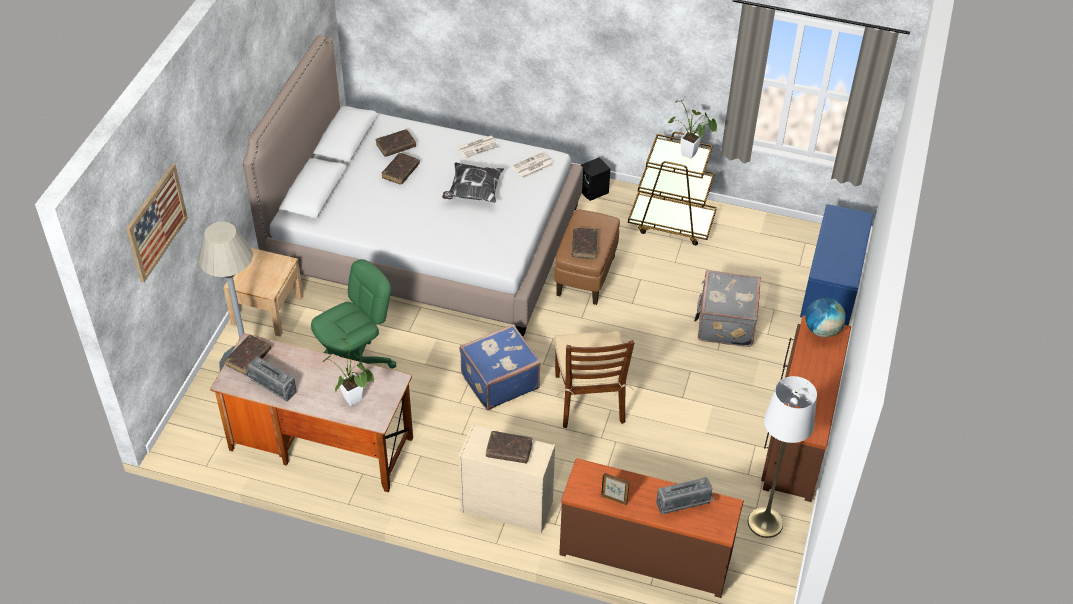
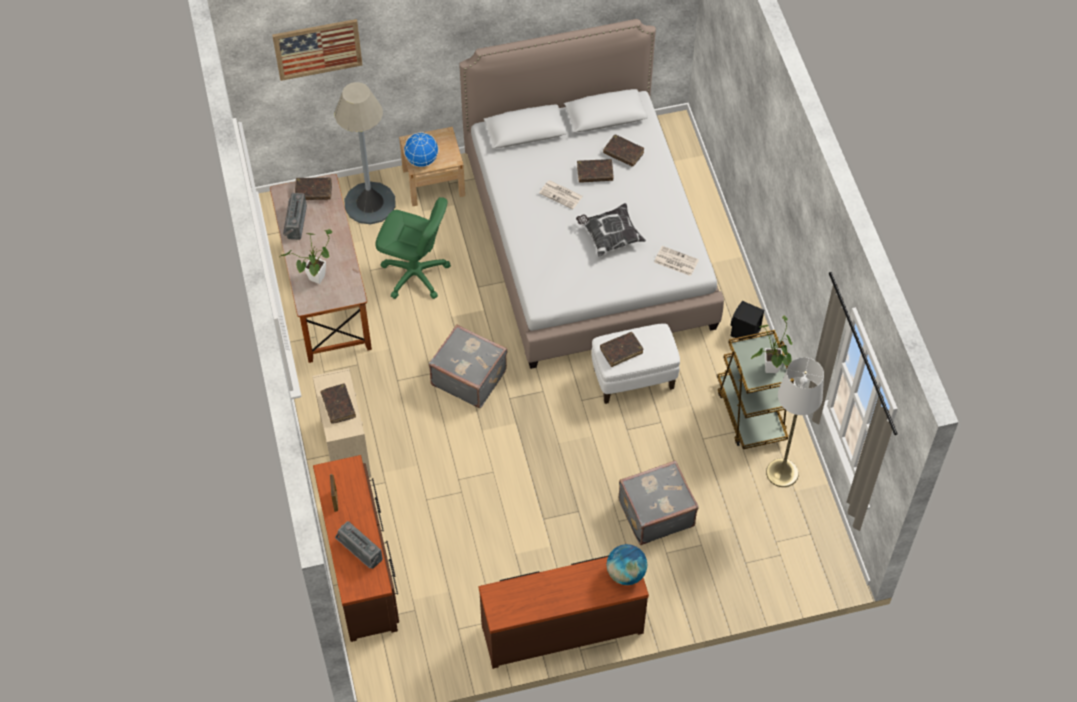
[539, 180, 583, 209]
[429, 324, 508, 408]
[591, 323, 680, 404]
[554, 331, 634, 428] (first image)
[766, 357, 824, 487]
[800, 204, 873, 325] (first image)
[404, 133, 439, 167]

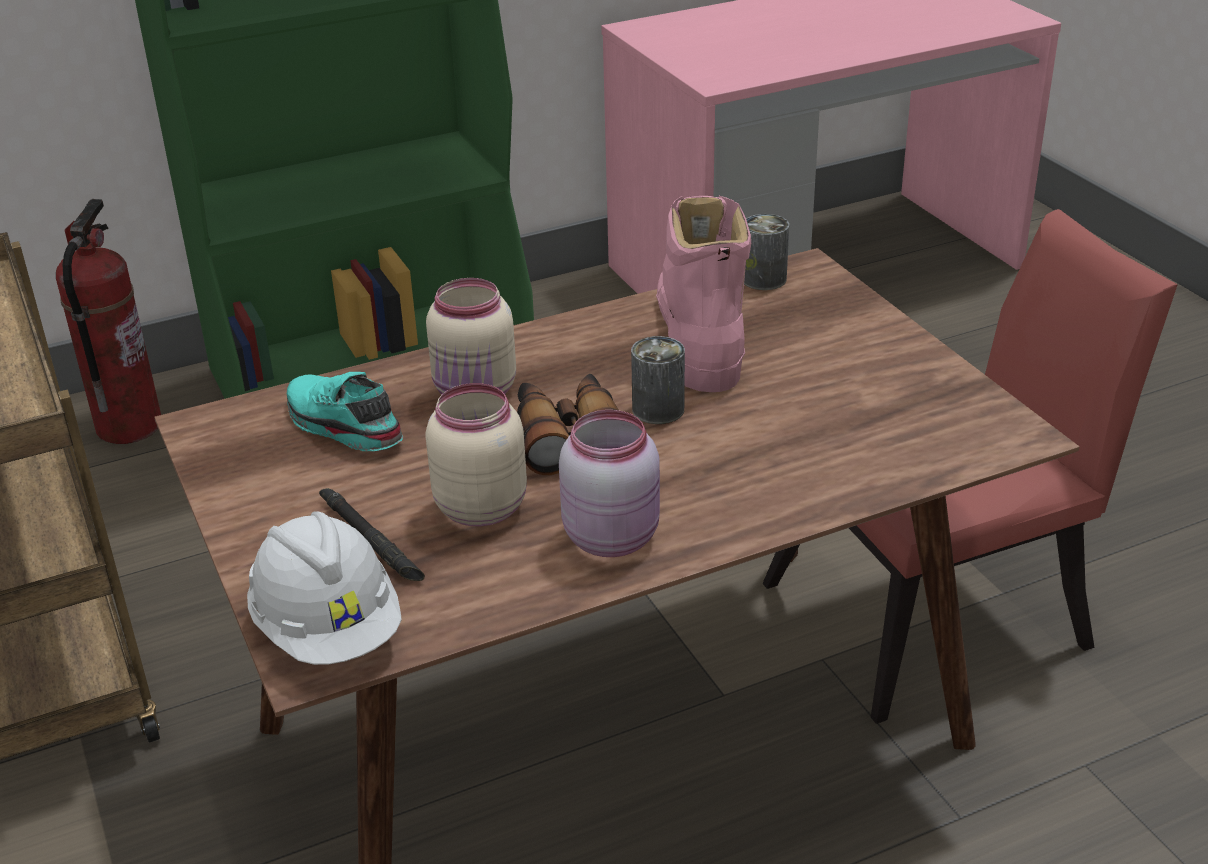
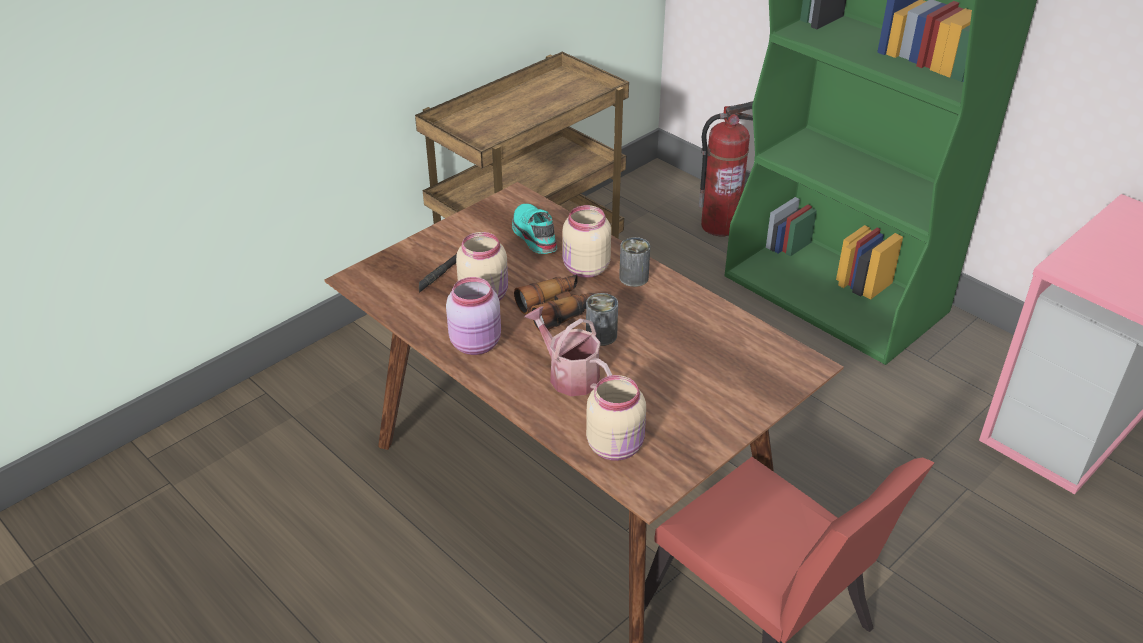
[247, 511, 402, 665] (first image)
[512, 204, 557, 254]
[656, 196, 751, 392] (first image)
[619, 237, 650, 287]
[524, 307, 612, 396]
[586, 375, 646, 461]

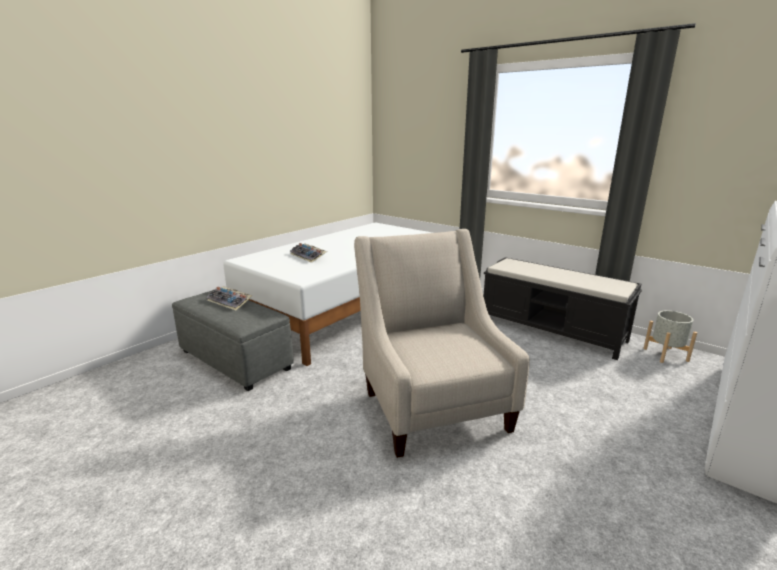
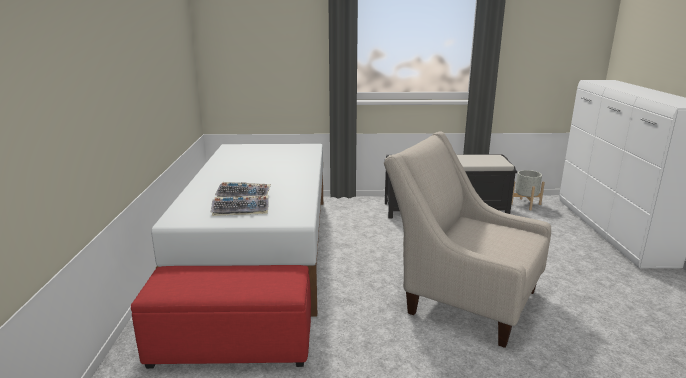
[131, 265, 311, 369]
[211, 195, 269, 216]

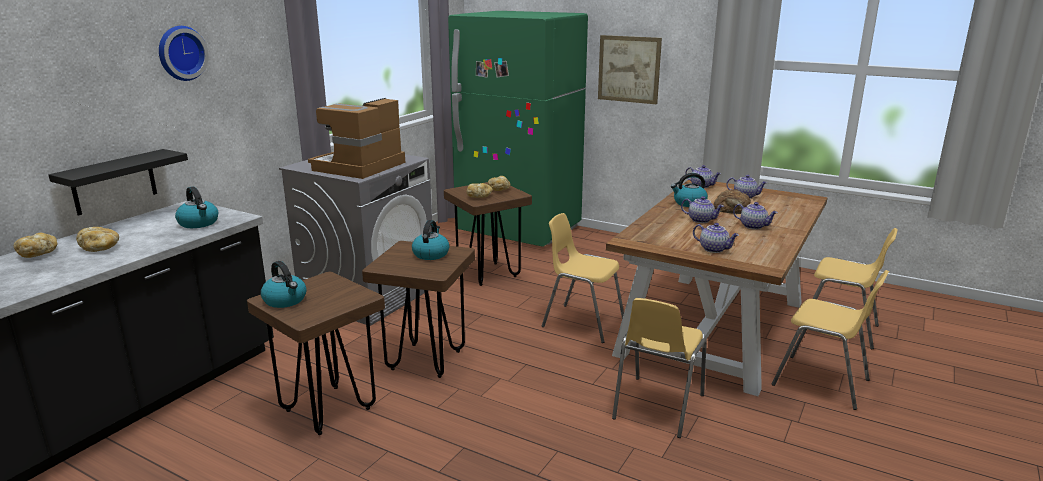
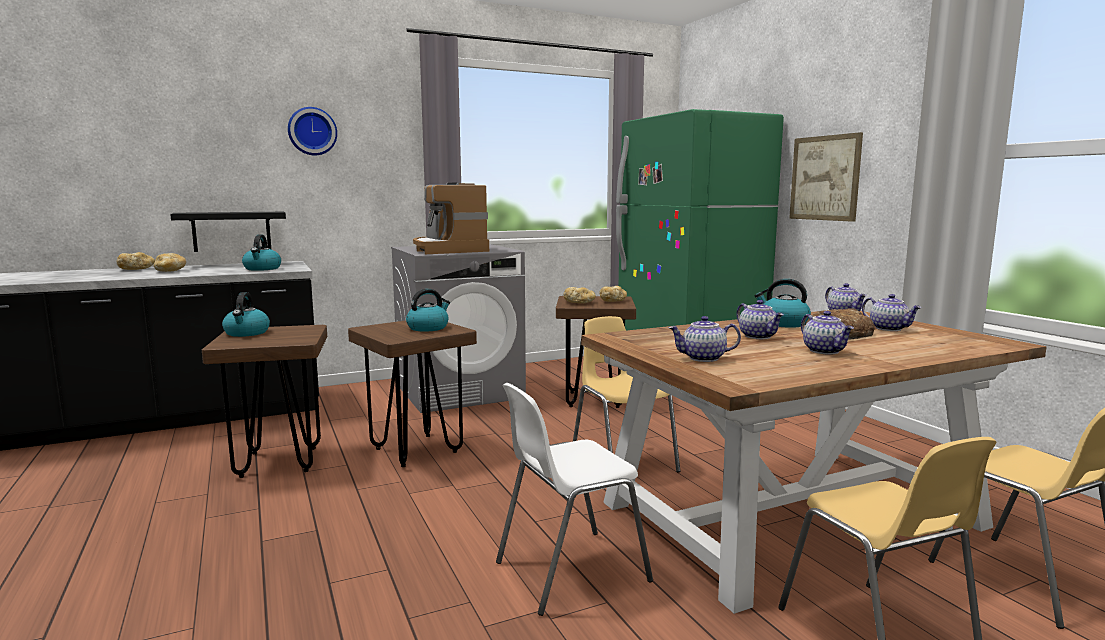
[413, 182, 489, 254]
[496, 383, 653, 616]
[669, 316, 741, 362]

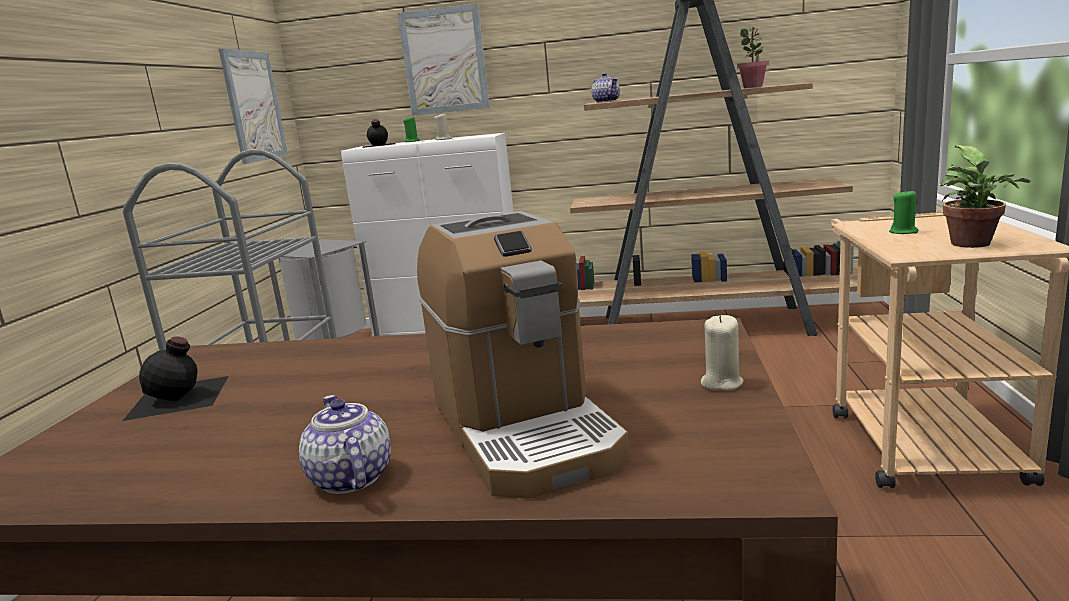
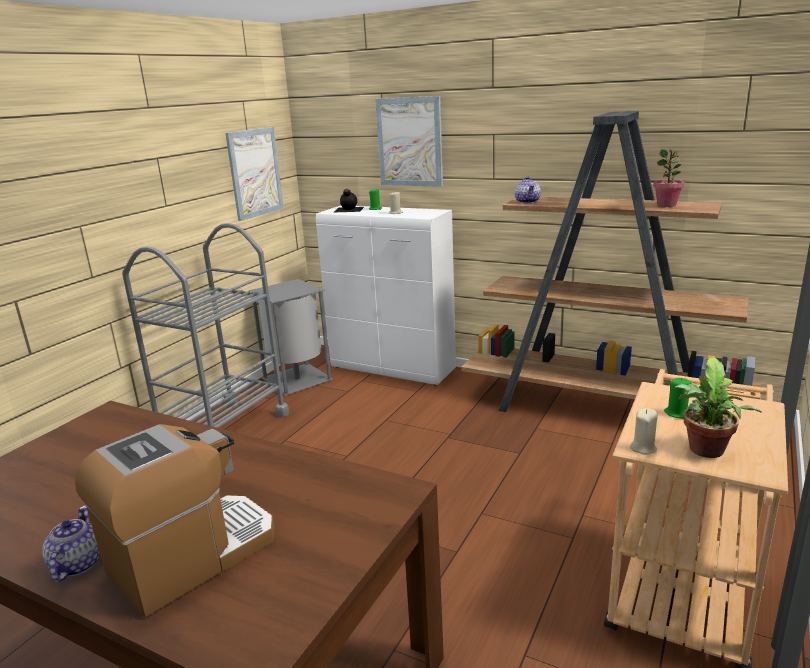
[123, 336, 229, 421] (first image)
[75, 424, 274, 618]
[630, 408, 658, 455]

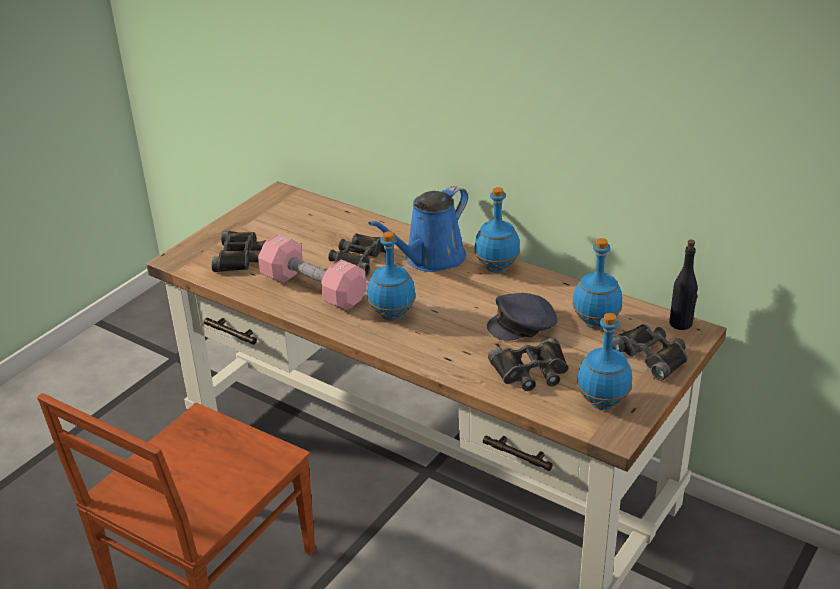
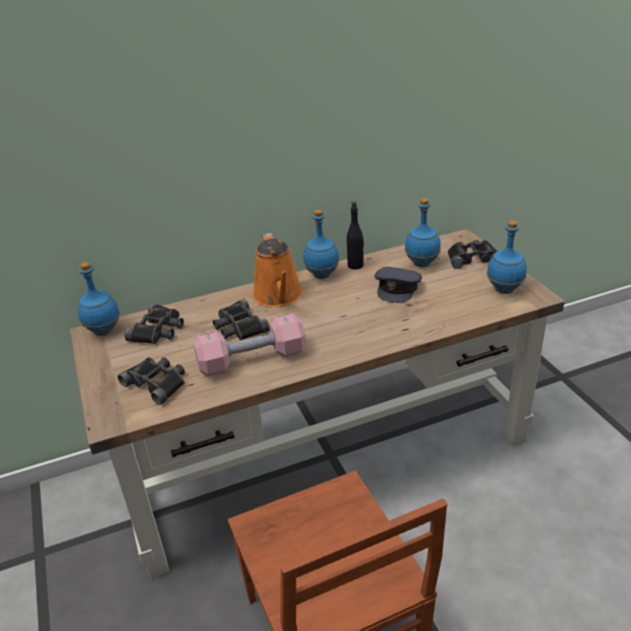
[78, 262, 120, 336]
[253, 233, 302, 307]
[125, 304, 184, 344]
[347, 201, 364, 270]

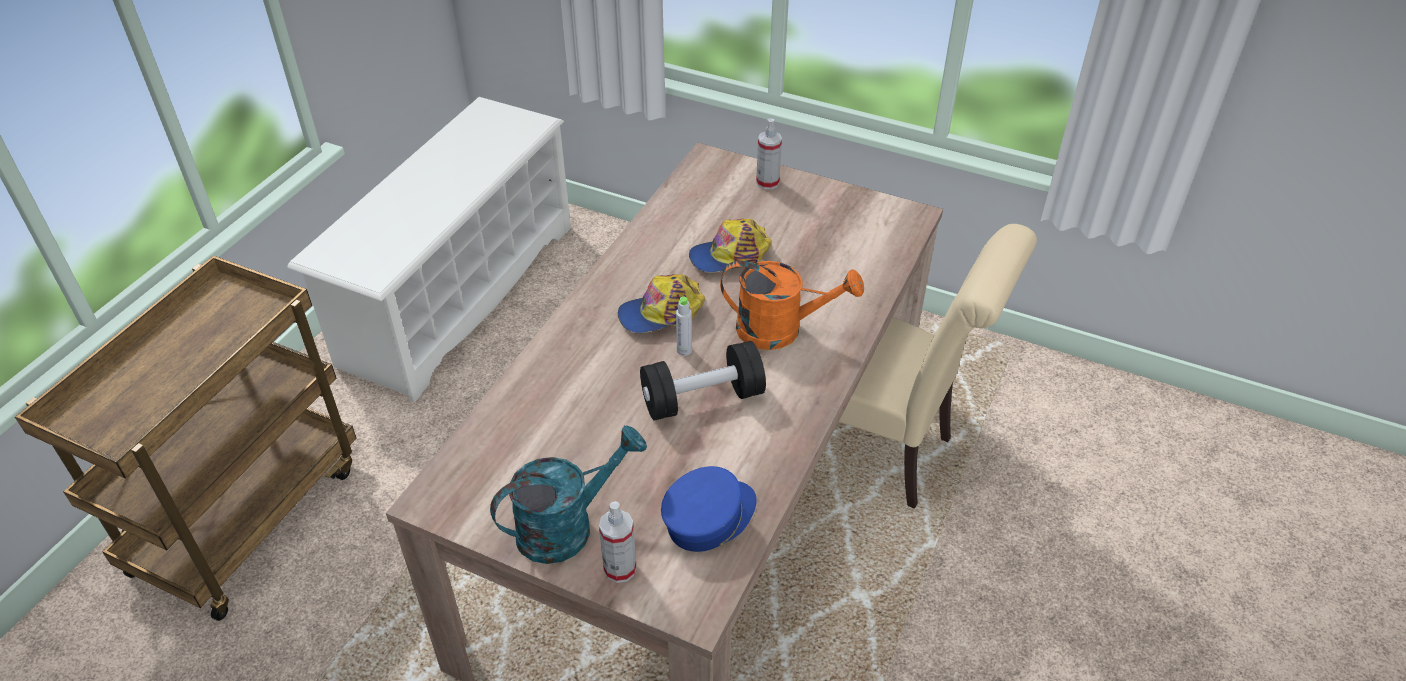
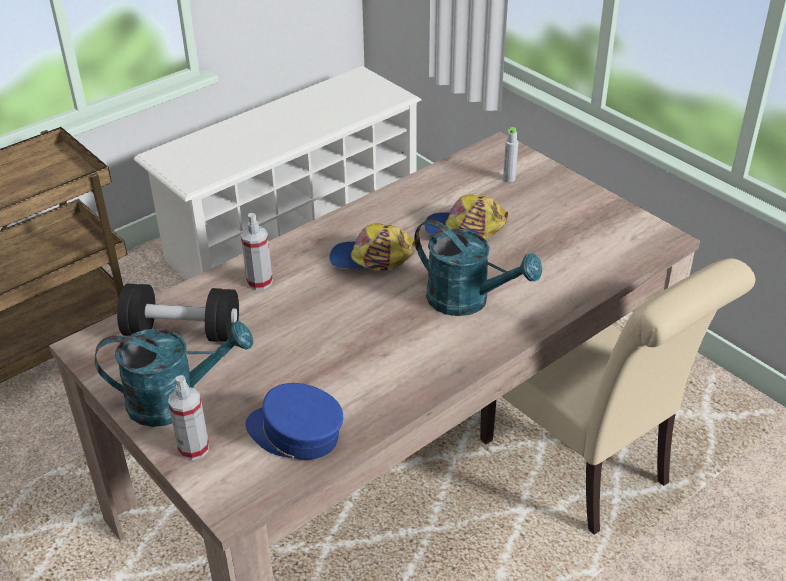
[117, 284, 239, 342]
[245, 383, 343, 460]
[503, 127, 518, 182]
[414, 219, 542, 316]
[241, 213, 273, 290]

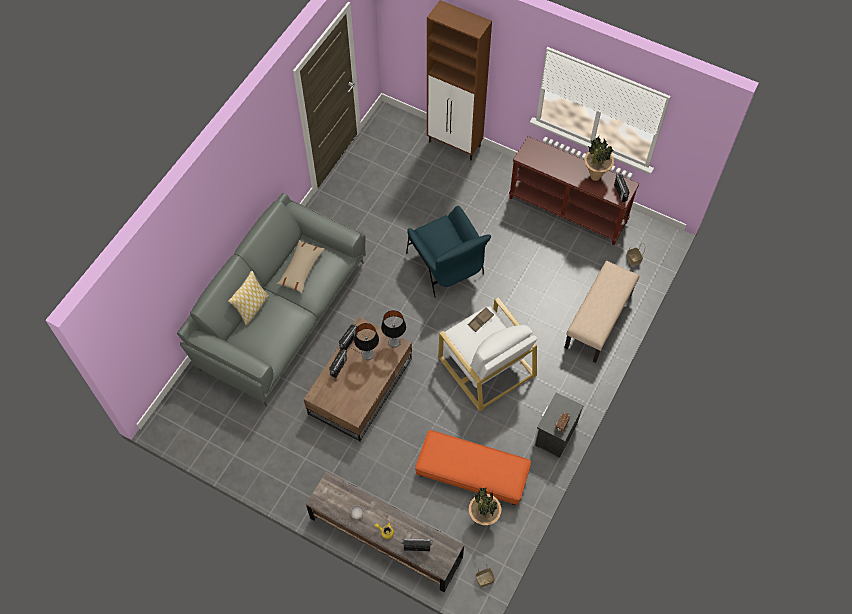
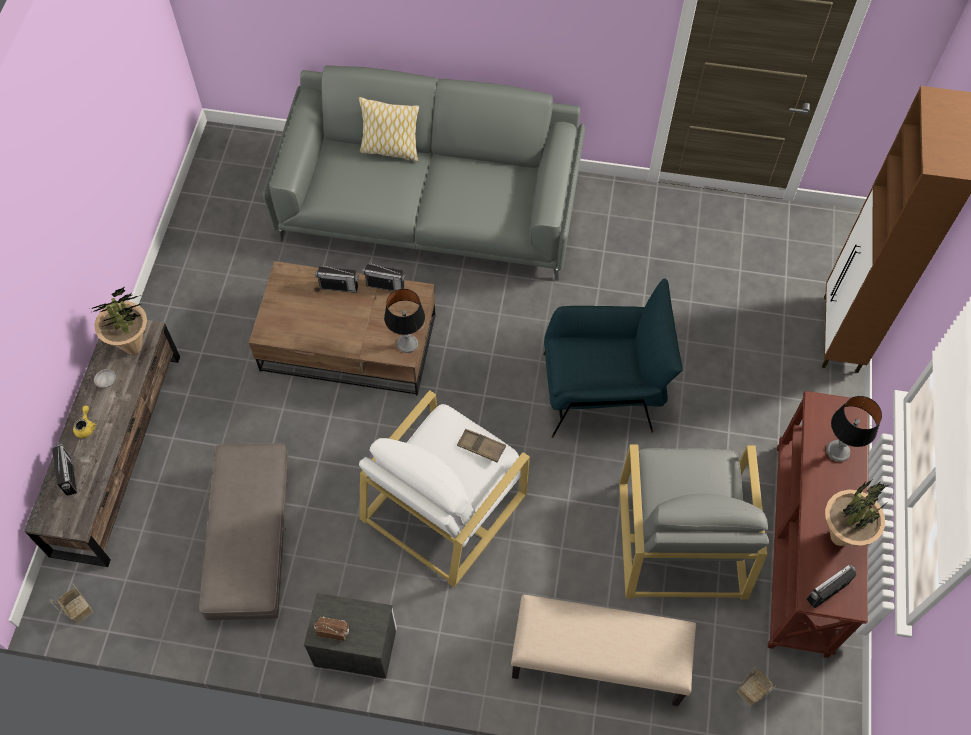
[277, 240, 325, 293] (first image)
[826, 396, 882, 462]
[543, 278, 683, 438]
[199, 443, 288, 620]
[92, 286, 147, 354]
[619, 445, 769, 600]

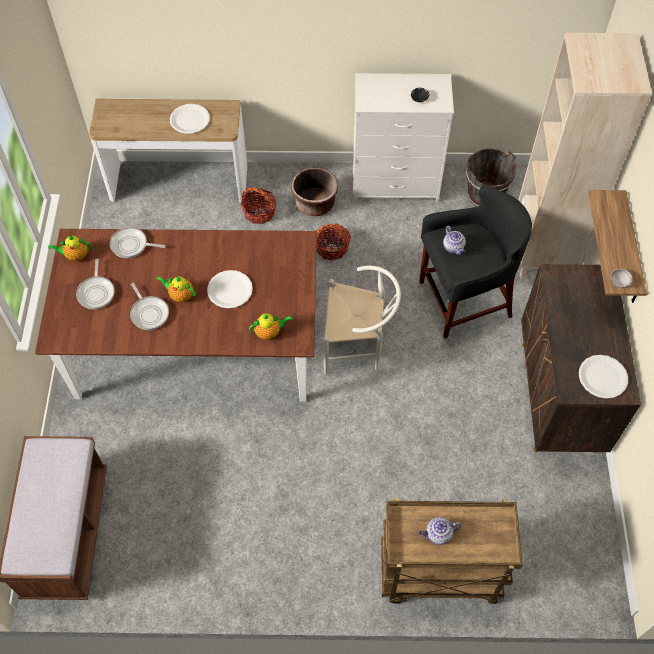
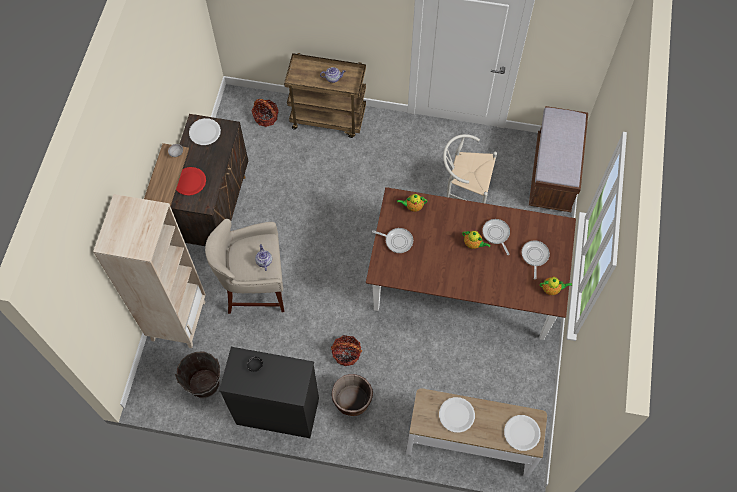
[372, 228, 413, 253]
[504, 415, 541, 451]
[252, 99, 279, 127]
[443, 134, 497, 203]
[219, 347, 319, 438]
[205, 219, 284, 314]
[176, 167, 206, 195]

